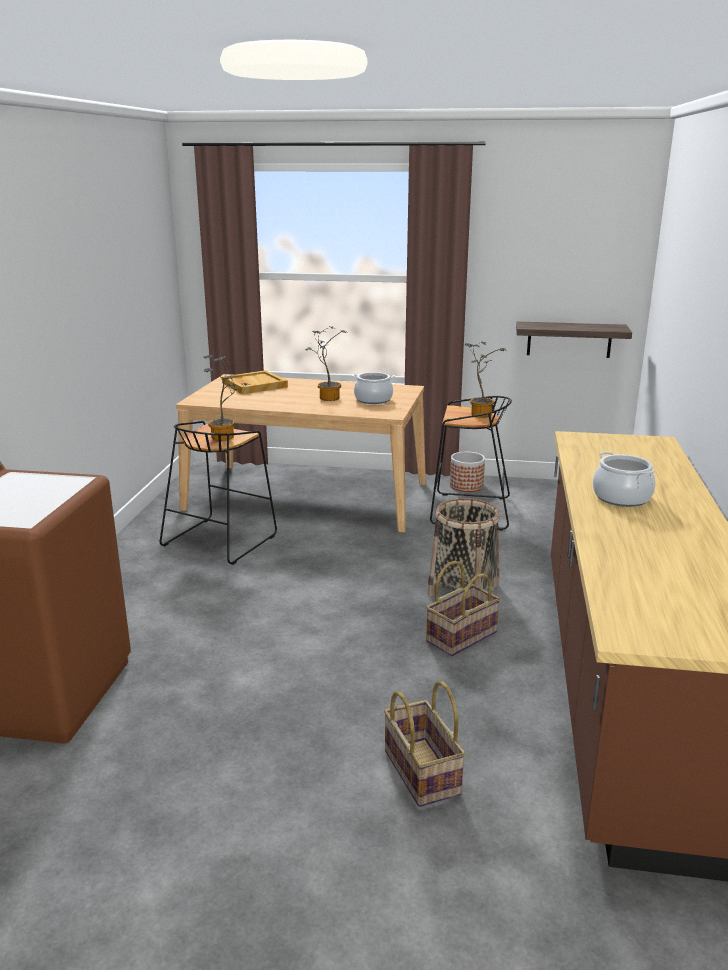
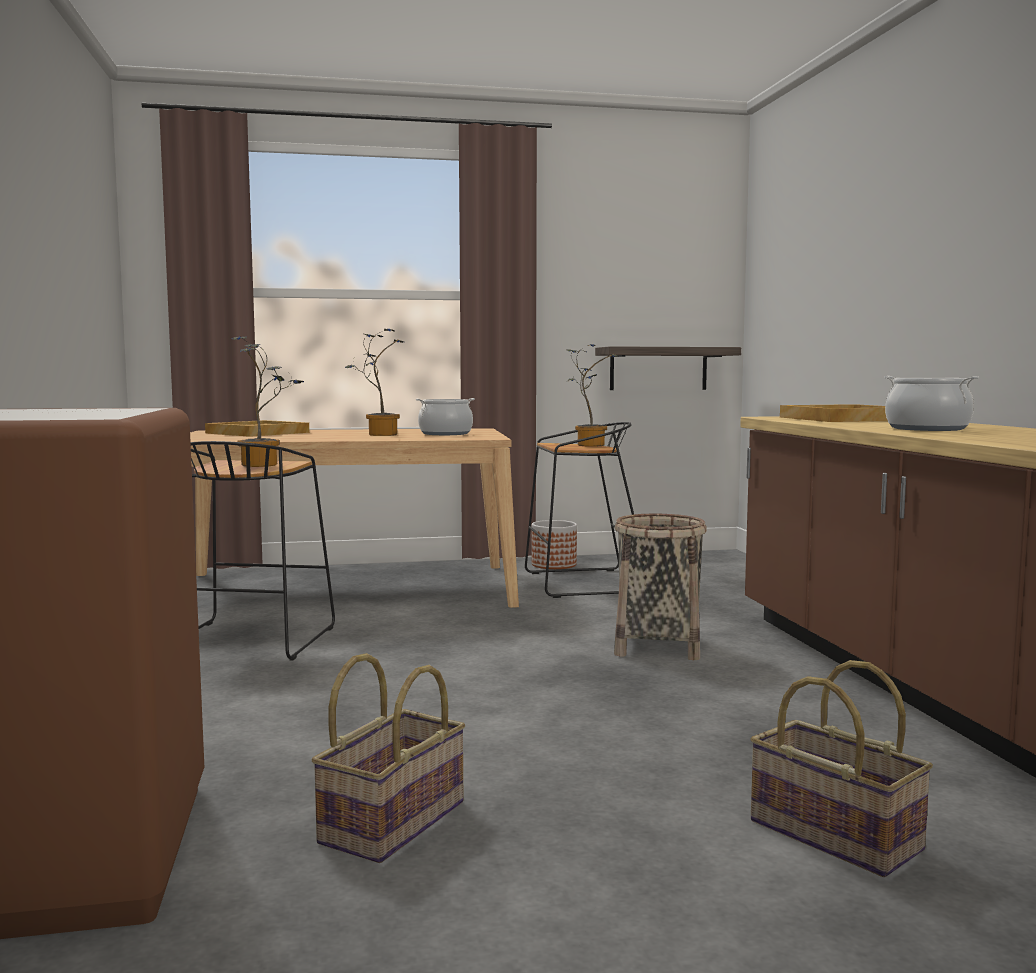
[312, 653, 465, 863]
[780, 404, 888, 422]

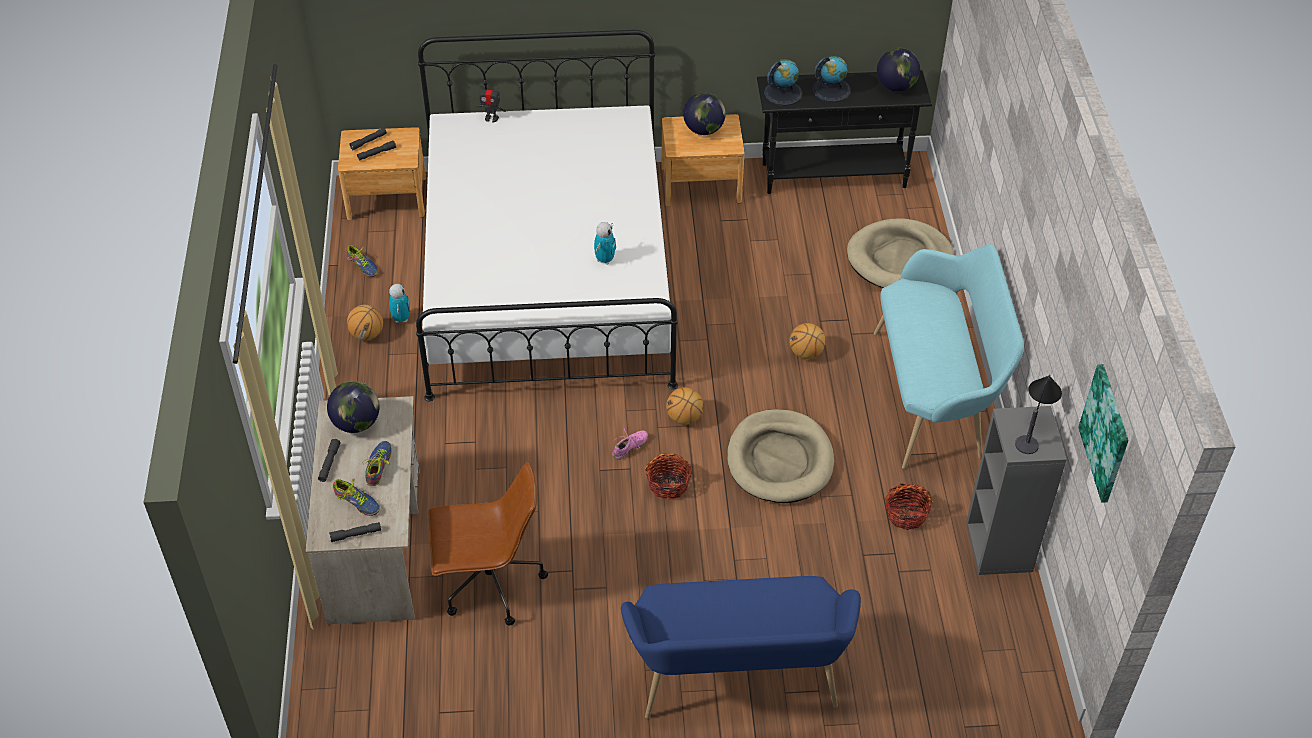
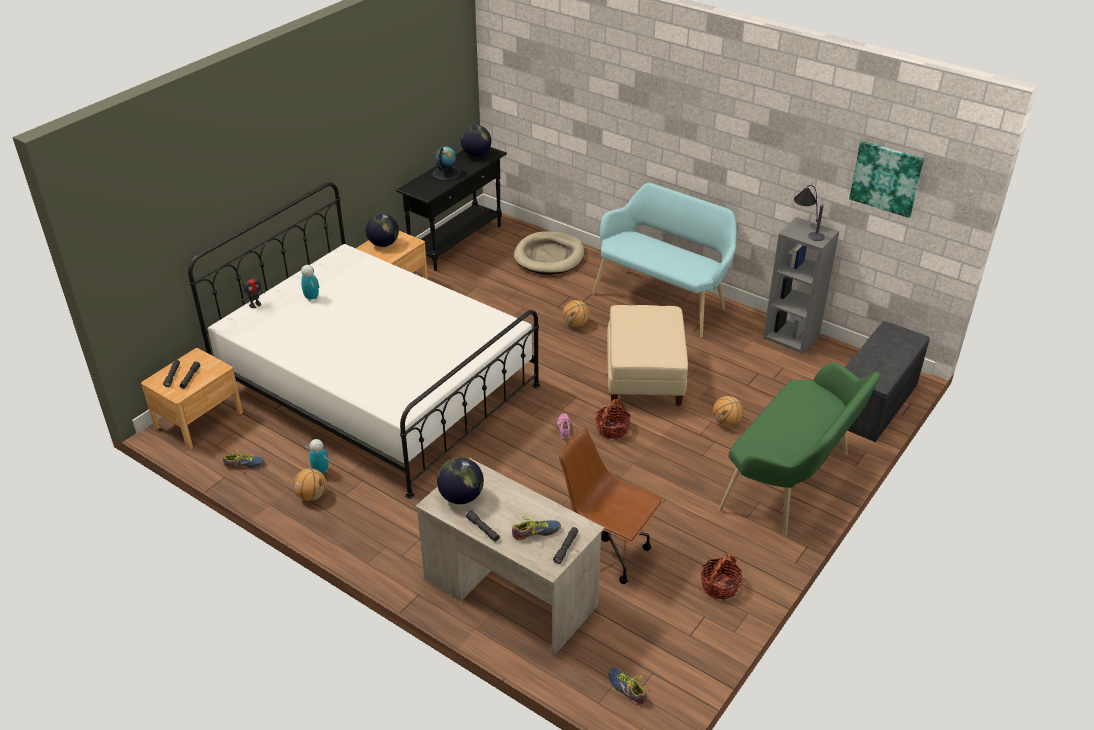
[608, 668, 647, 705]
[559, 428, 664, 584]
[301, 265, 320, 301]
[718, 362, 880, 537]
[713, 396, 743, 426]
[607, 305, 688, 406]
[764, 59, 803, 106] (first image)
[701, 553, 742, 600]
[845, 321, 930, 442]

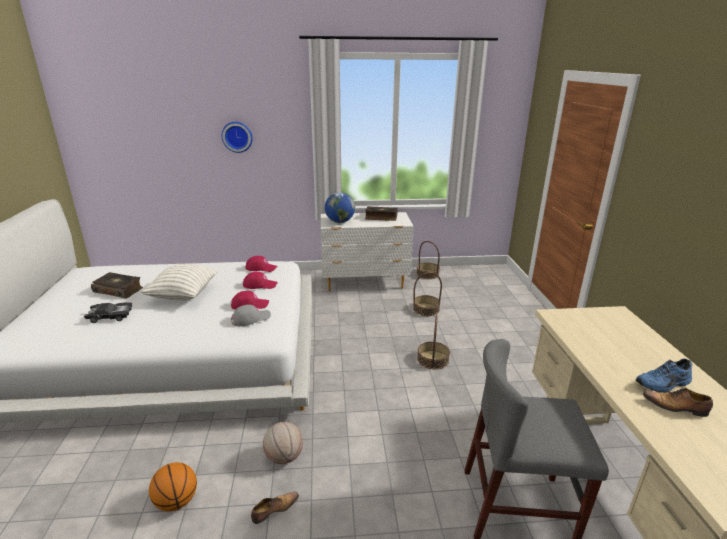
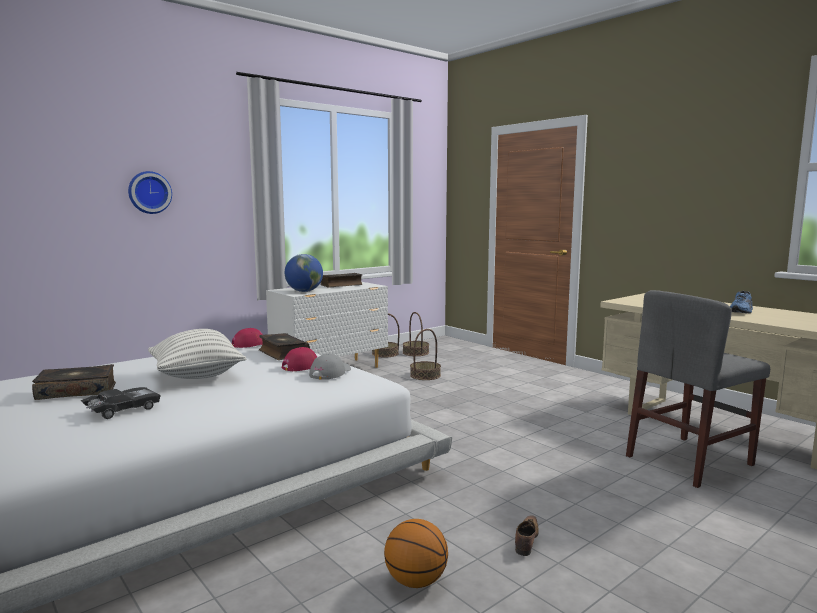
[259, 333, 310, 360]
[263, 422, 303, 464] (first image)
[403, 312, 429, 356]
[643, 387, 713, 417] (first image)

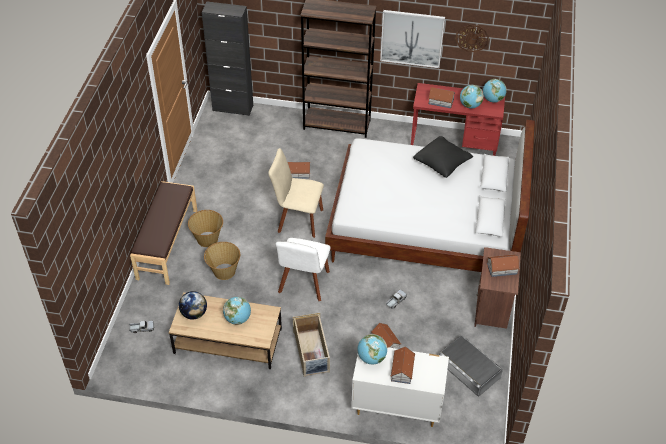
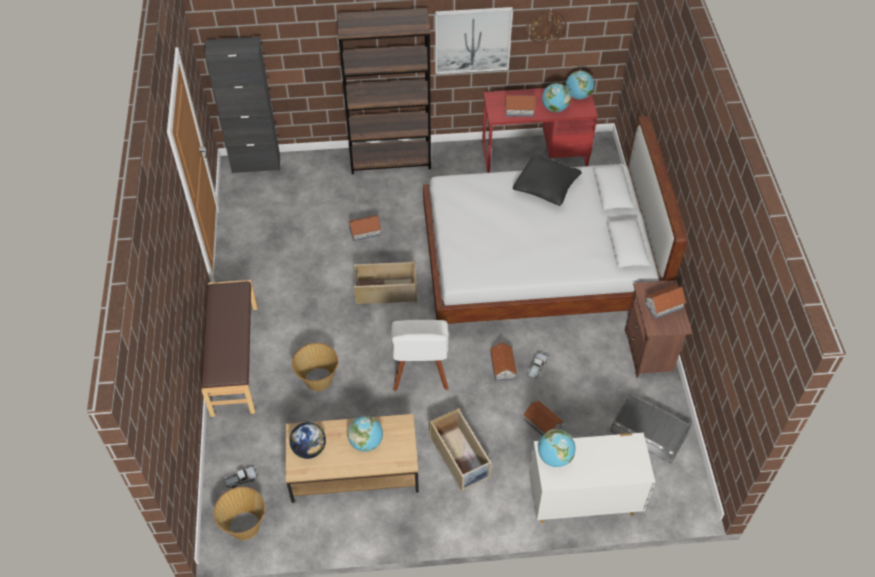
[214, 487, 265, 540]
[354, 260, 417, 304]
[490, 342, 517, 381]

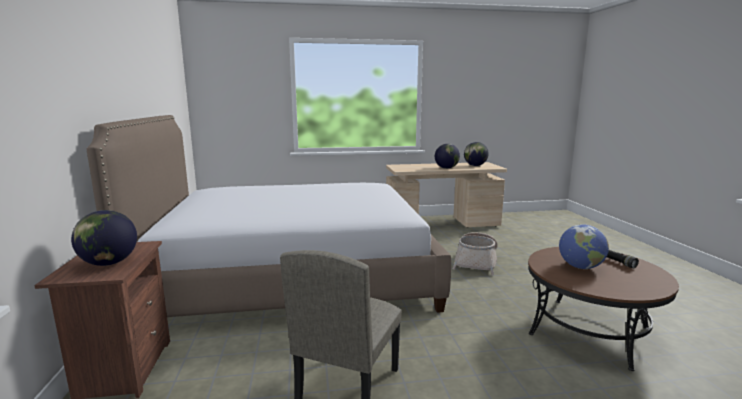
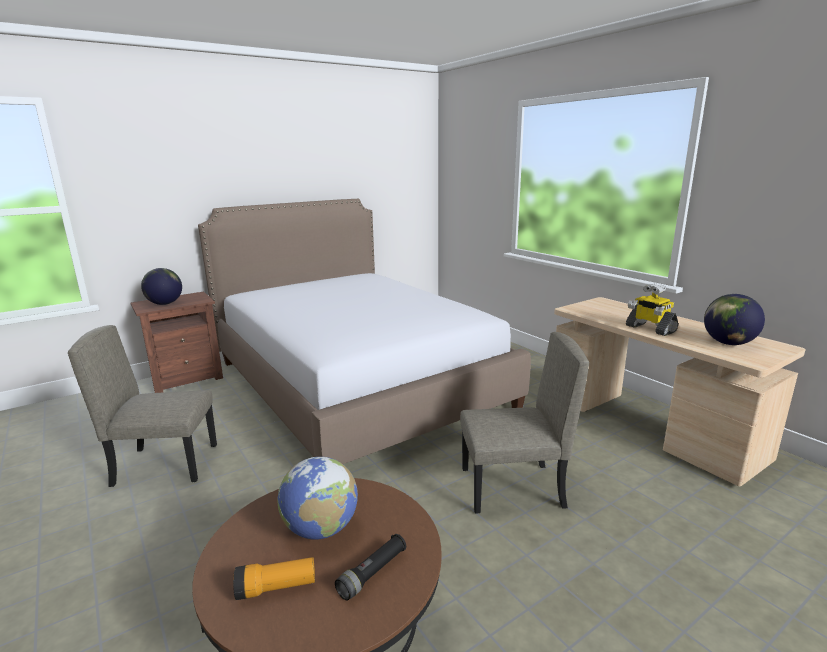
[626, 284, 678, 336]
[460, 332, 589, 514]
[233, 557, 315, 600]

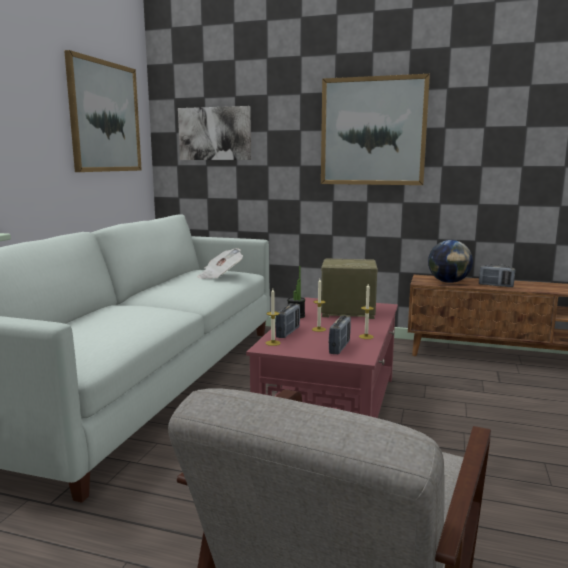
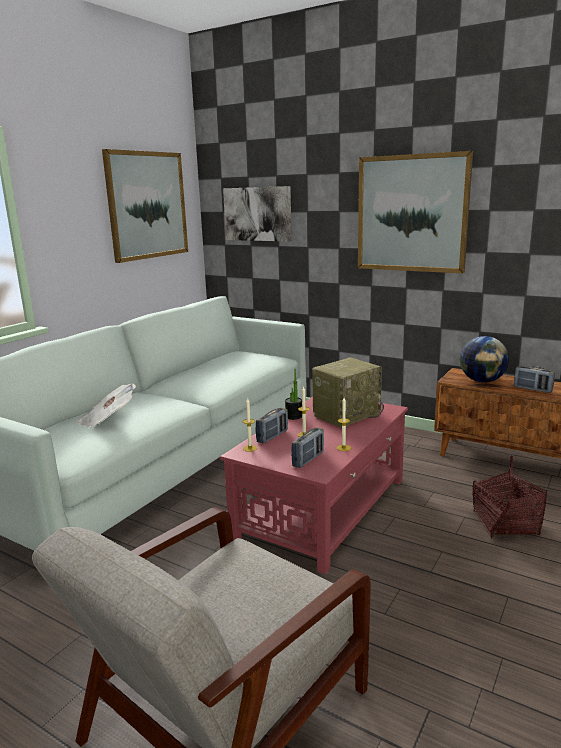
[78, 384, 136, 428]
[312, 358, 384, 428]
[472, 455, 547, 538]

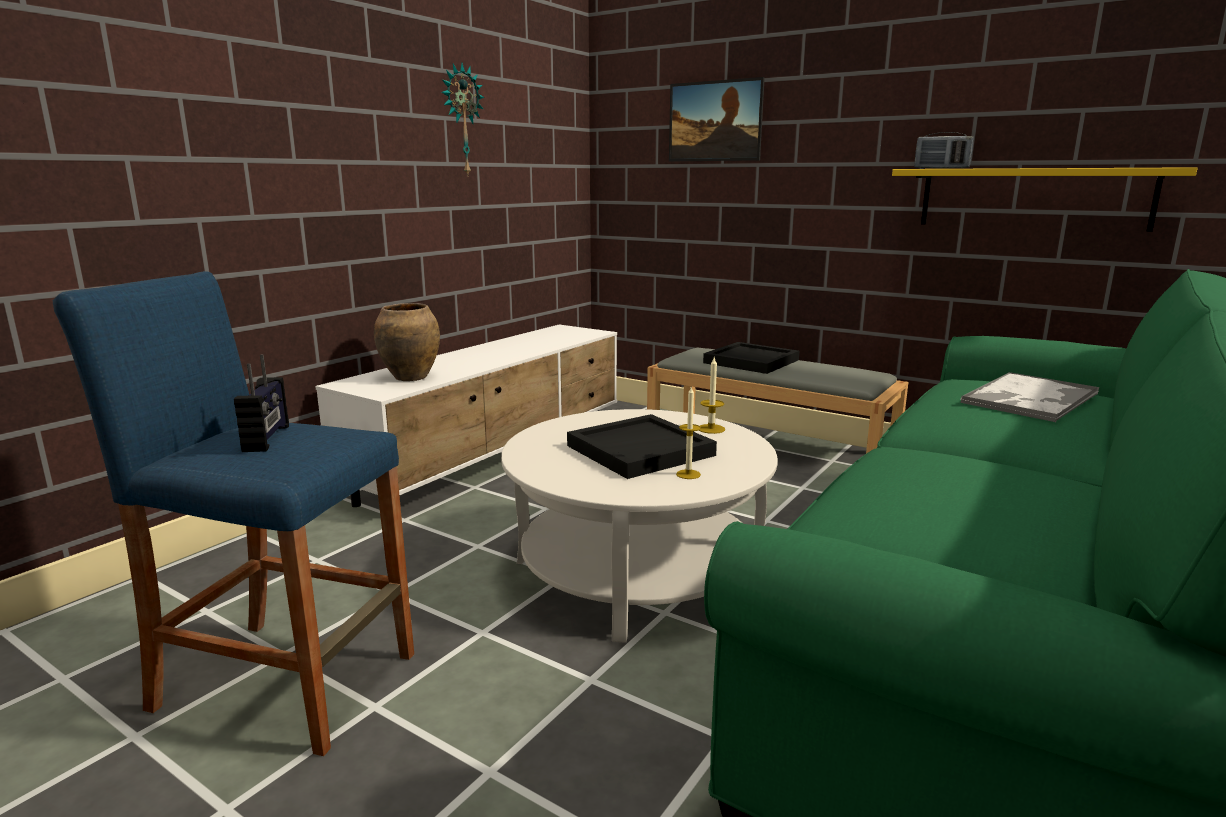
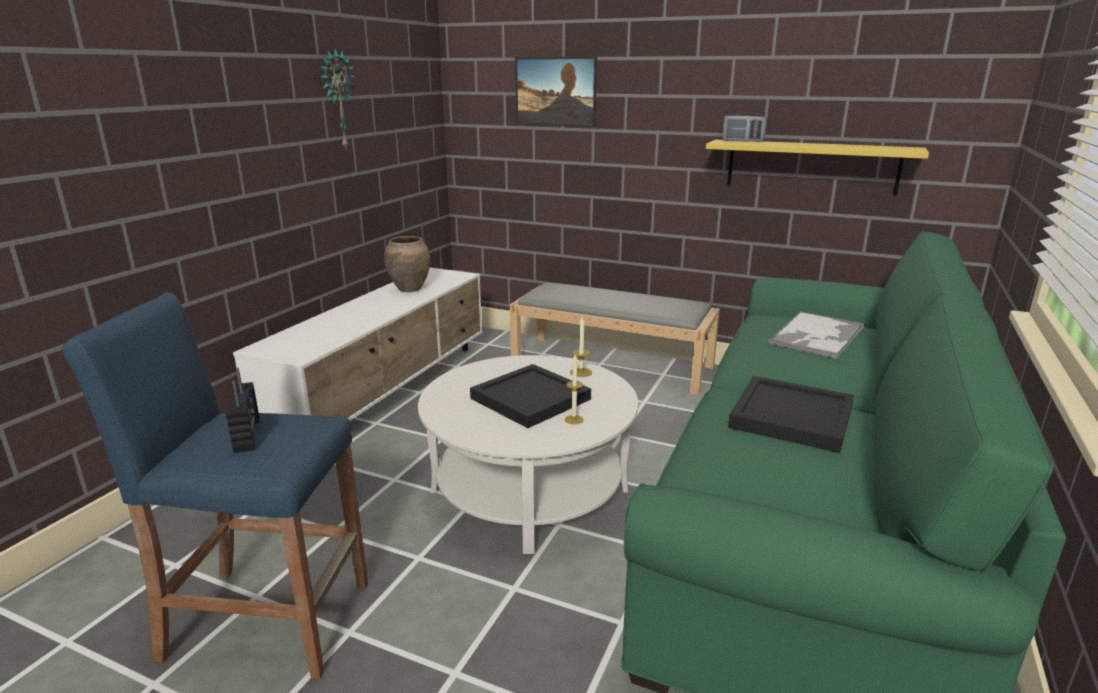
[384, 236, 430, 292]
[728, 376, 854, 453]

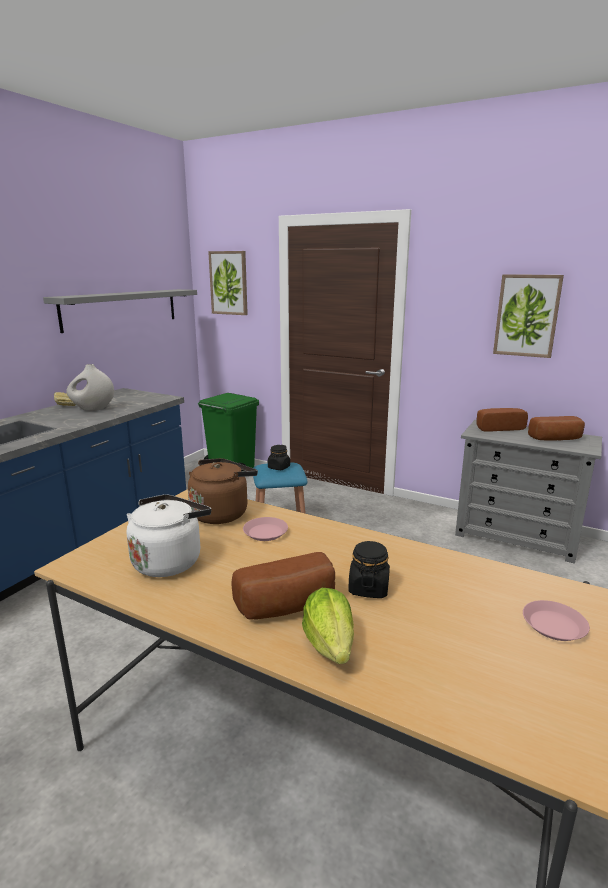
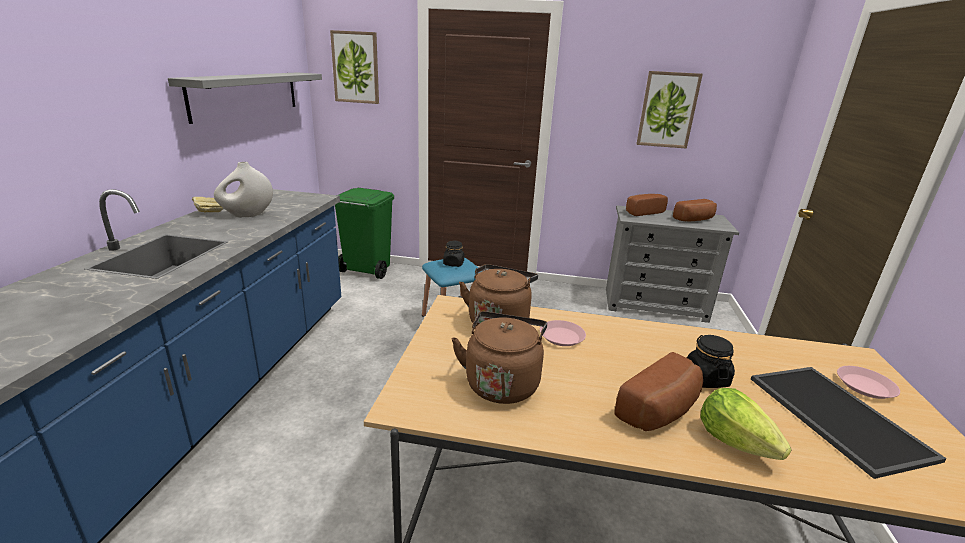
[451, 311, 547, 404]
[751, 367, 947, 479]

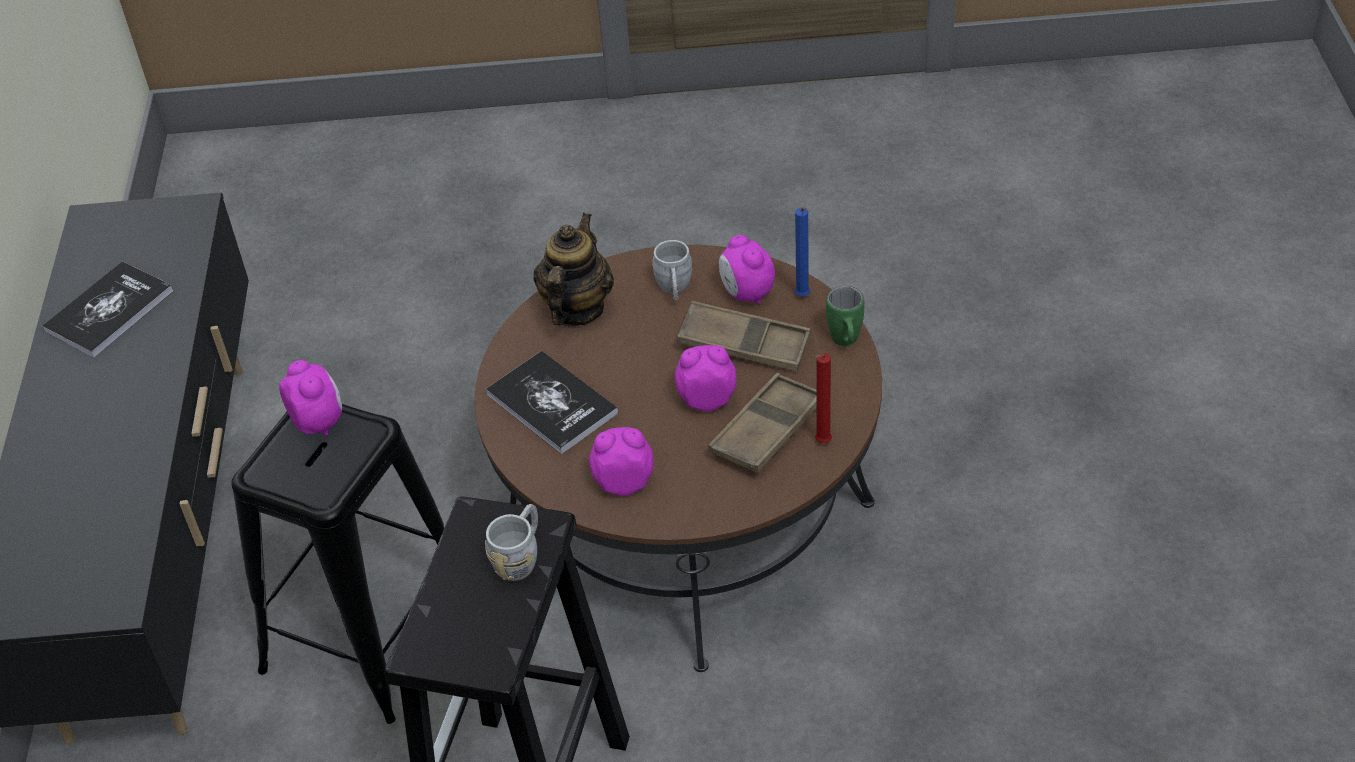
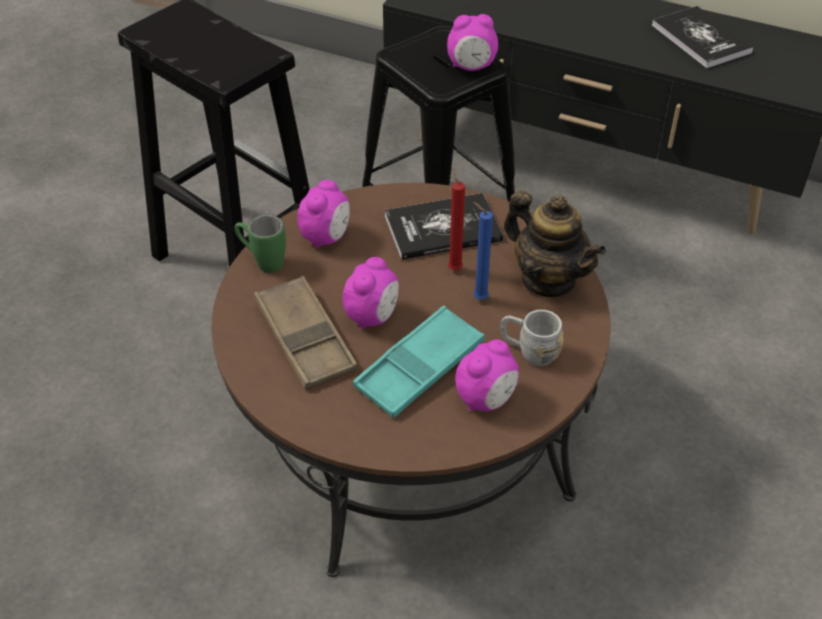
[485, 504, 538, 581] (first image)
[353, 306, 484, 418]
[455, 339, 519, 412]
[473, 202, 493, 300]
[448, 168, 465, 270]
[235, 215, 286, 273]

